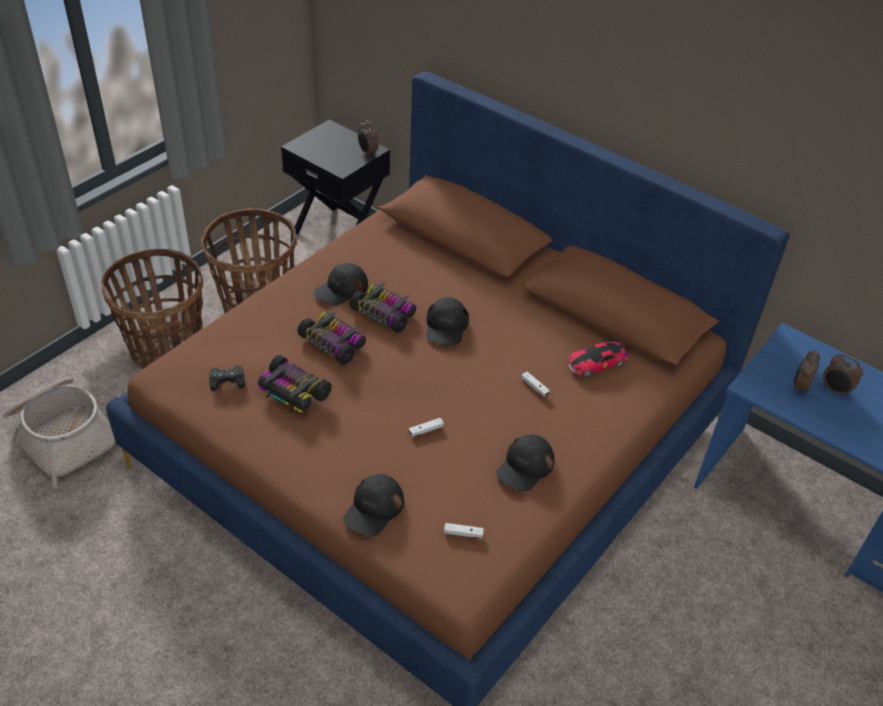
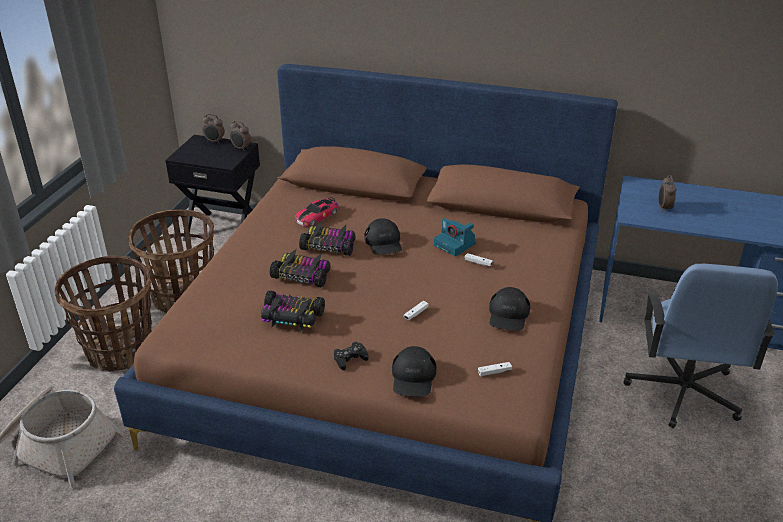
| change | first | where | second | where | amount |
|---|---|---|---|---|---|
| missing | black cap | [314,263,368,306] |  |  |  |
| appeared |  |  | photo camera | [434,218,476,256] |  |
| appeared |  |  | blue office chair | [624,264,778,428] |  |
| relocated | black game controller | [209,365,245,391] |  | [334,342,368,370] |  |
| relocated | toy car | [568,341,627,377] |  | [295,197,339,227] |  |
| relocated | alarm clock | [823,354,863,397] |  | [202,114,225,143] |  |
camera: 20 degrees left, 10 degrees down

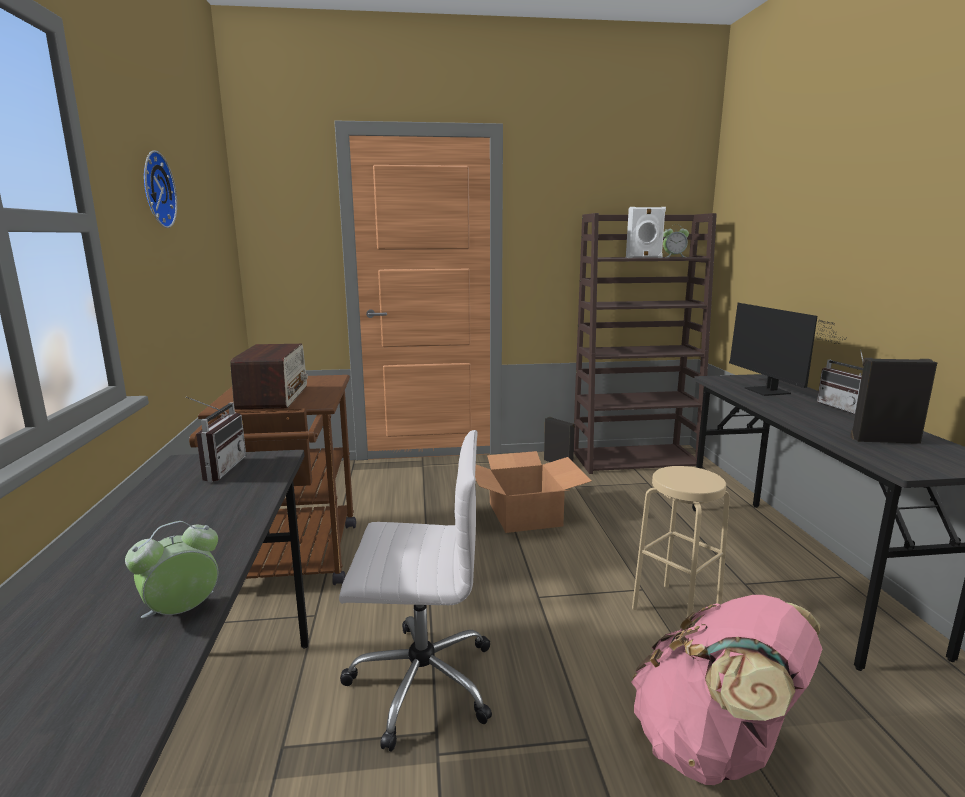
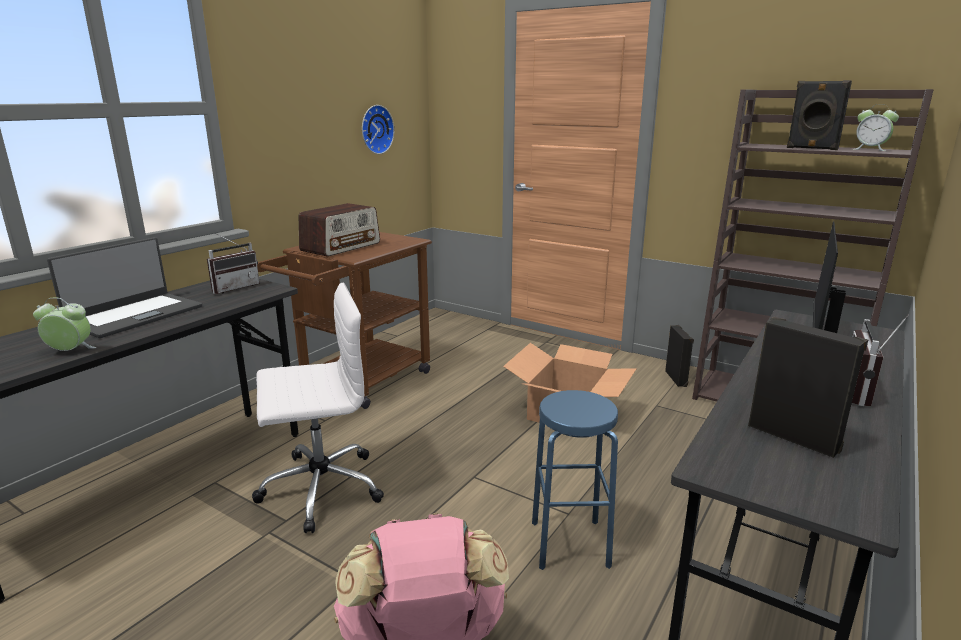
| change | first | where | second | where | amount |
|---|---|---|---|---|---|
| appeared |  |  | laptop | [47,237,202,338] |  |
| relocated | wall clock | [144,150,177,228] |  | [362,105,395,154] |  |
| colour | white speaker | [626,207,666,258] | black speaker | [787,80,852,150] |  |
| colour | beige stool | [632,466,730,628] | blue stool | [532,390,618,570] |  |
| spun | white office chair | [339,430,492,752] |  | [252,283,384,533] | 60 degrees counterclockwise |
camera: 40 degrees right, 5 degrees up

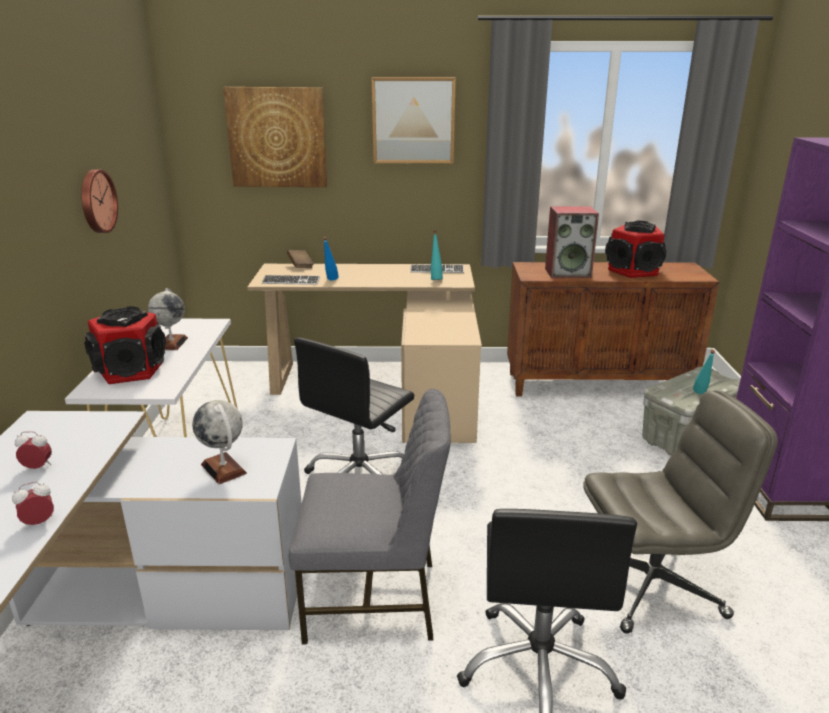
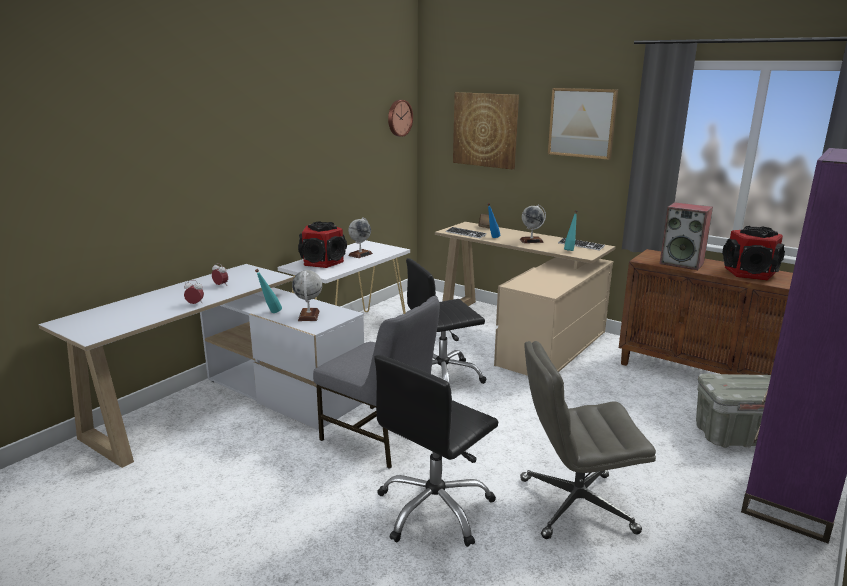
| change | first | where | second | where | amount |
|---|---|---|---|---|---|
| appeared |  |  | globe | [520,204,546,243] |  |
| relocated | wall clock | [81,169,118,233] |  | [388,100,413,137] |  |
| relocated | turquoise bottle | [693,350,715,394] |  | [255,269,282,313] |  |
| spun | grey office chair | [584,390,778,633] |  | [520,341,656,539] | 150 degrees clockwise |
camera: 35 degrees right, 5 degrees down

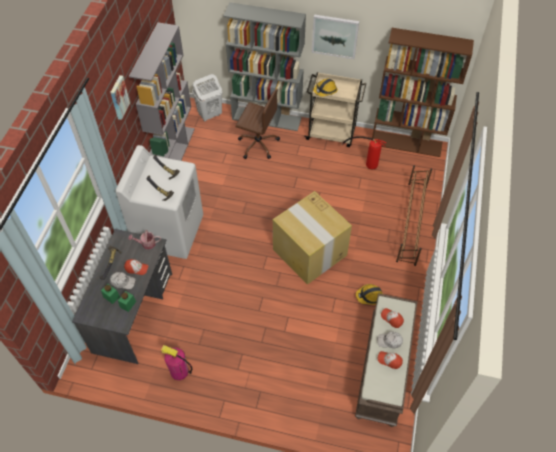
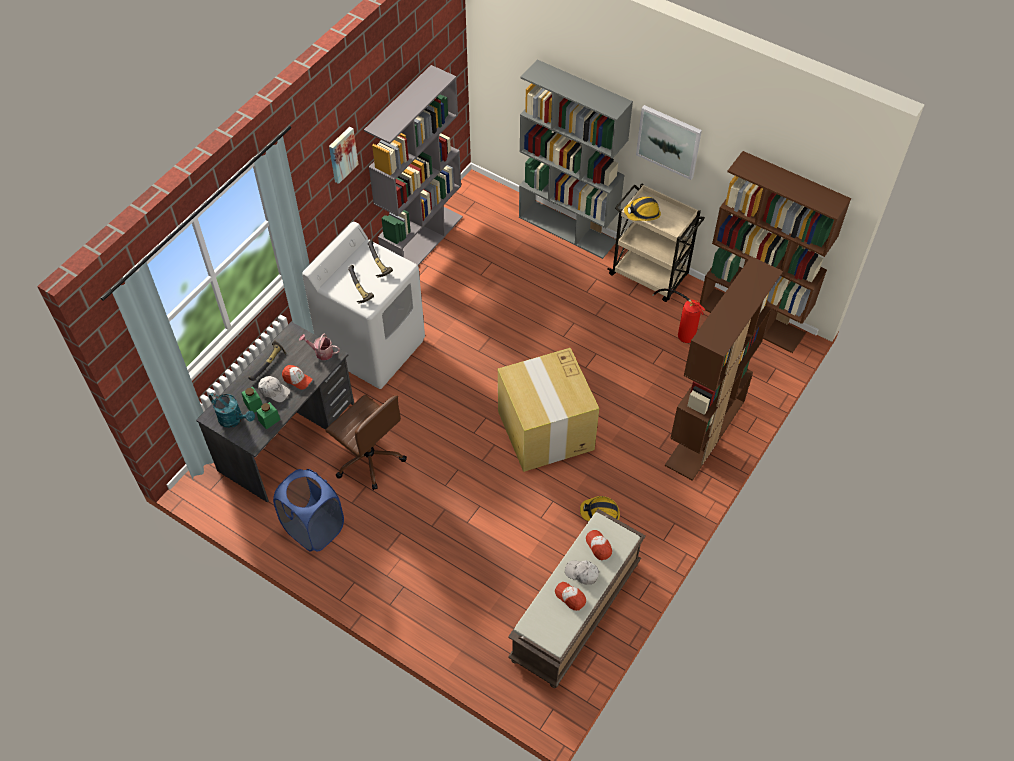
| change | first | where | second | where | amount |
|---|---|---|---|---|---|
| missing | white laundry basket | [192,74,222,122] |  |  |  |
| appeared |  |  | turquoise watering can | [209,393,255,428] |  |
| relocated | brown office chair | [236,89,280,159] |  | [326,394,407,490] |  |
| exchanged | fire extinguisher | [161,345,192,380] | blue laundry basket | [273,469,344,552] |  |
| exchanged | brown shoe rack | [396,166,432,266] | brown bookcase | [665,256,783,481] |  |
camera: 20 degrees right, 0 degrees up

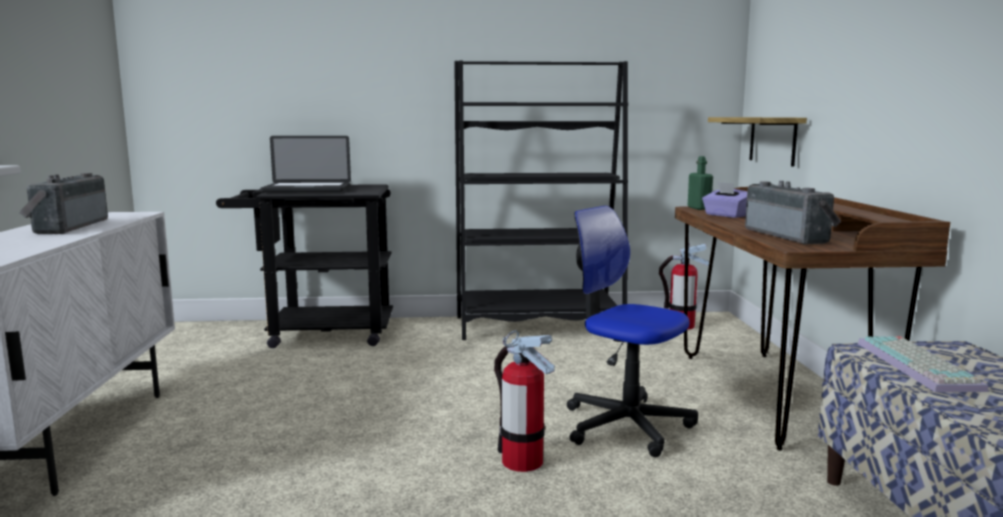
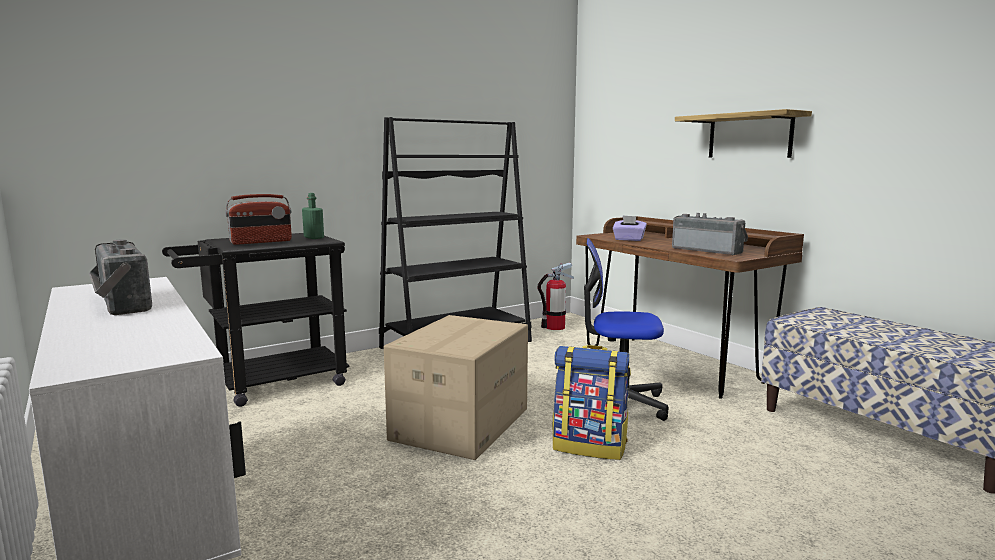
| change | first | where | second | where | amount |
|---|---|---|---|---|---|
| missing | keyboard | [858,336,989,392] |  |  |  |
| appeared |  |  | cardboard box | [384,315,528,460] |  |
| relocated | green bottle | [688,156,713,210] |  | [302,193,324,239] |  |
| relocated | shelf | [708,117,807,167] |  | [675,109,812,158] |  |
| exchanged | laptop | [261,136,351,192] | radio | [225,194,292,245] |  |
| exchanged | fire extinguisher | [494,330,555,472] | backpack | [553,345,631,460] |  |
camera: 30 degrees left, 0 degrees up

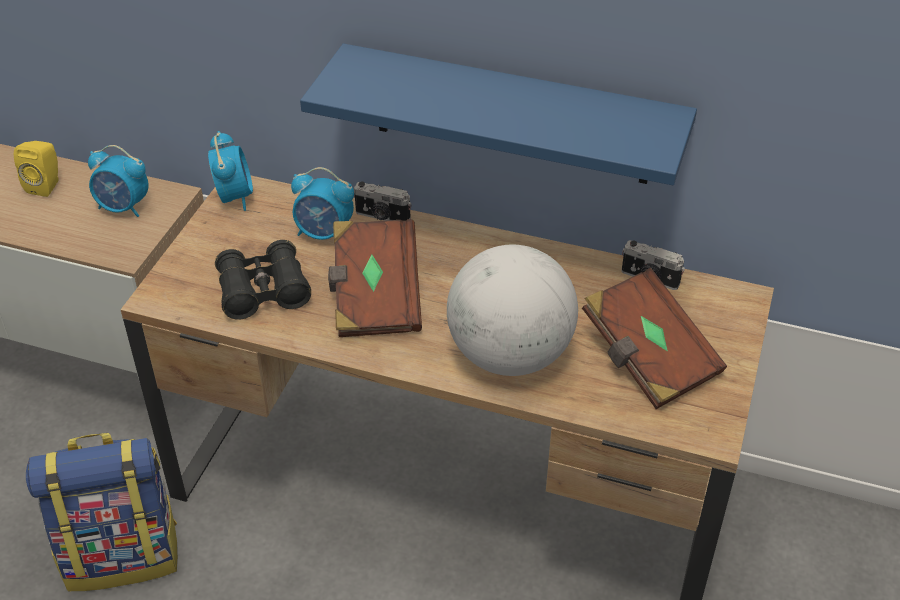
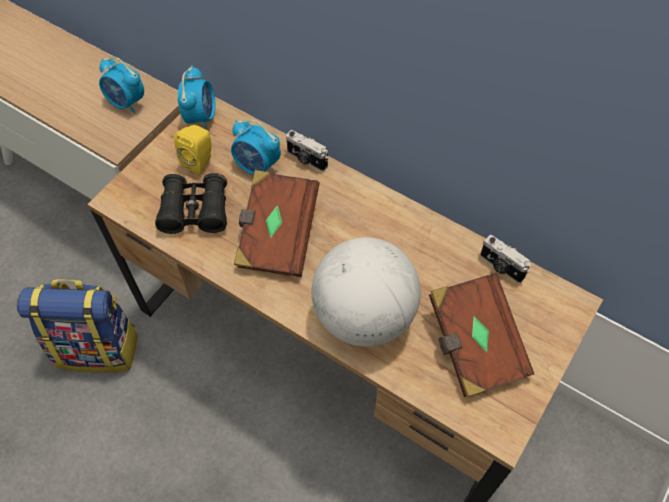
| change | first | where | second | where | amount |
|---|---|---|---|---|---|
| missing | blue shelf | [300,44,697,185] |  |  |  |
| relocated | yellow speaker | [14,141,59,197] |  | [174,125,211,174] |  |
camera: 15 degrees right, 15 degrees up

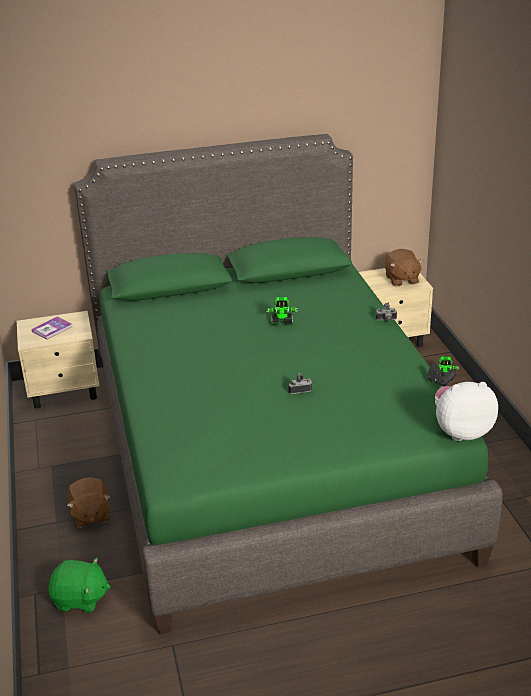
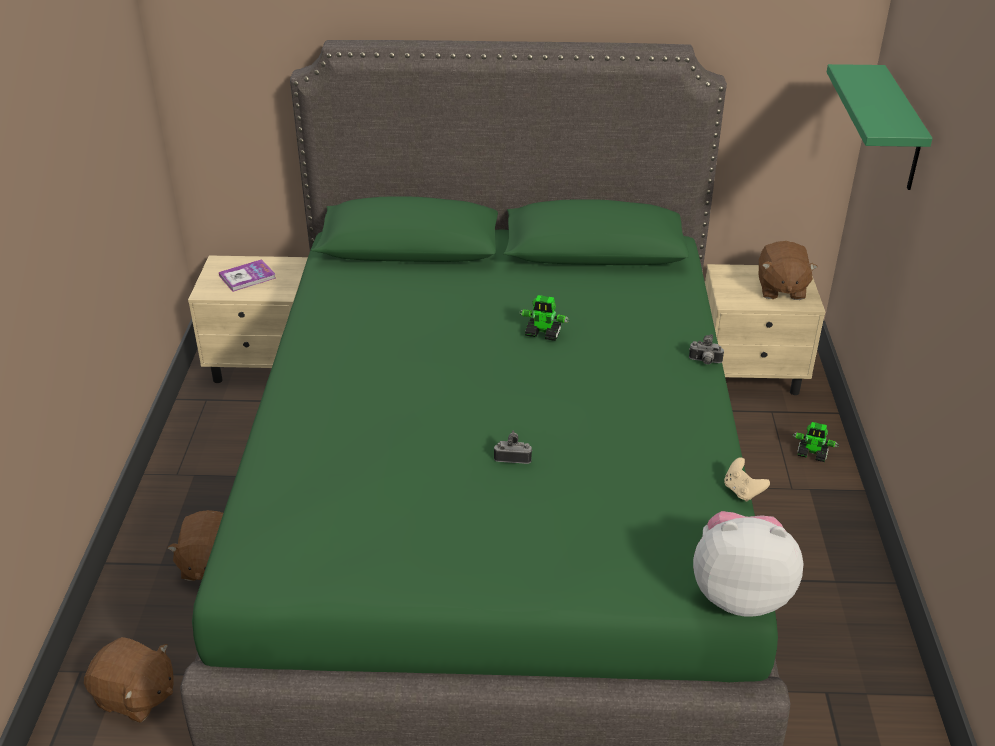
| change | first | where | second | where | amount |
|---|---|---|---|---|---|
| appeared |  |  | green shelf | [827,64,933,190] |  |
| colour | green plush toy | [48,558,110,612] | brown plush toy | [84,637,174,723] |  |
| colour | black game controller | [428,363,456,386] | beige game controller | [724,457,770,502] |  |
camera: 15 degrees right, 5 degrees up

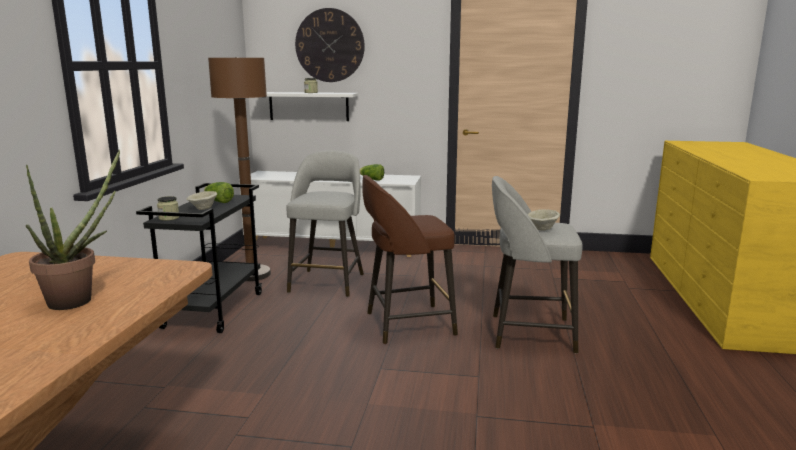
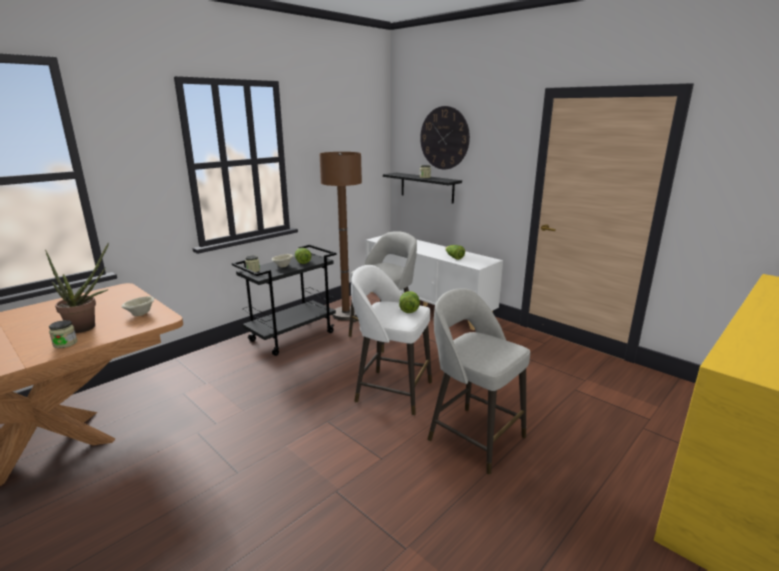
| change | first | where | second | where | amount |
|---|---|---|---|---|---|
| appeared |  |  | jar | [49,320,78,348] |  |
| appeared |  |  | lettuce | [399,291,420,313] |  |
| relocated | beige bowl | [527,209,560,231] |  | [122,296,154,316] |  |
| colour | white shelf | [266,92,359,121] | black shelf | [383,172,462,204] |  |
| colour | brown stool | [362,175,458,344] | white stool | [351,265,432,415] |  |
camera: 35 degrees right, 5 degrees up

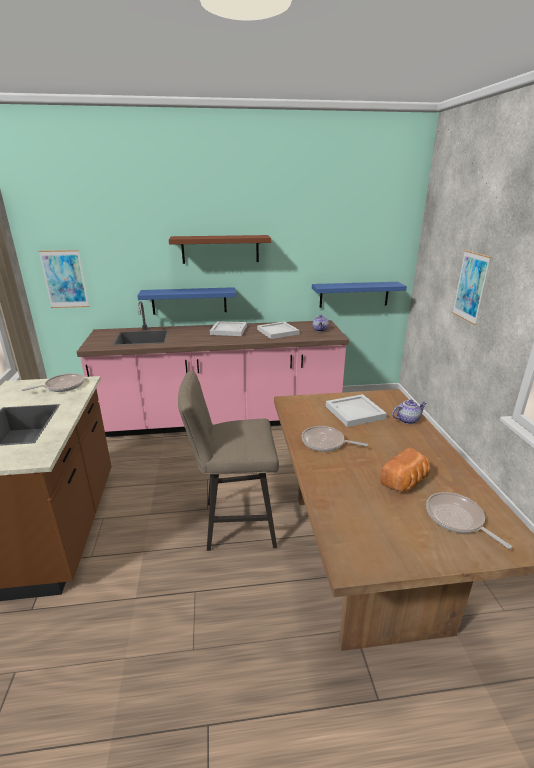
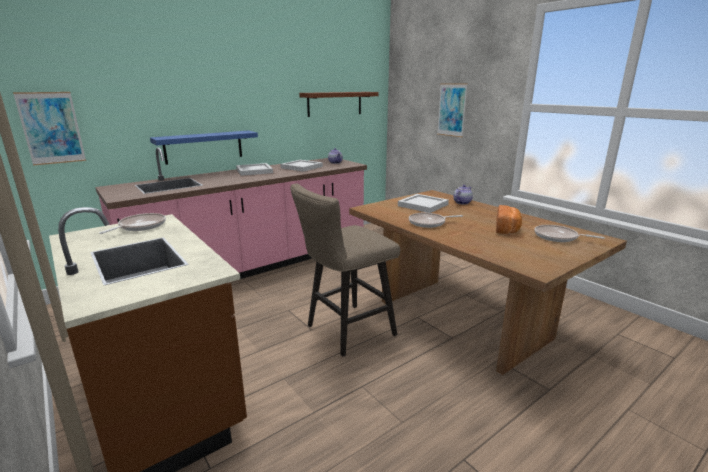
| change | first | where | second | where | amount |
|---|---|---|---|---|---|
| missing | blue shelf | [312,282,407,308] |  |  |  |
| relocated | brown shelf | [169,235,271,264] |  | [299,92,379,117] |  |
camera: 30 degrees left, 5 degrees down

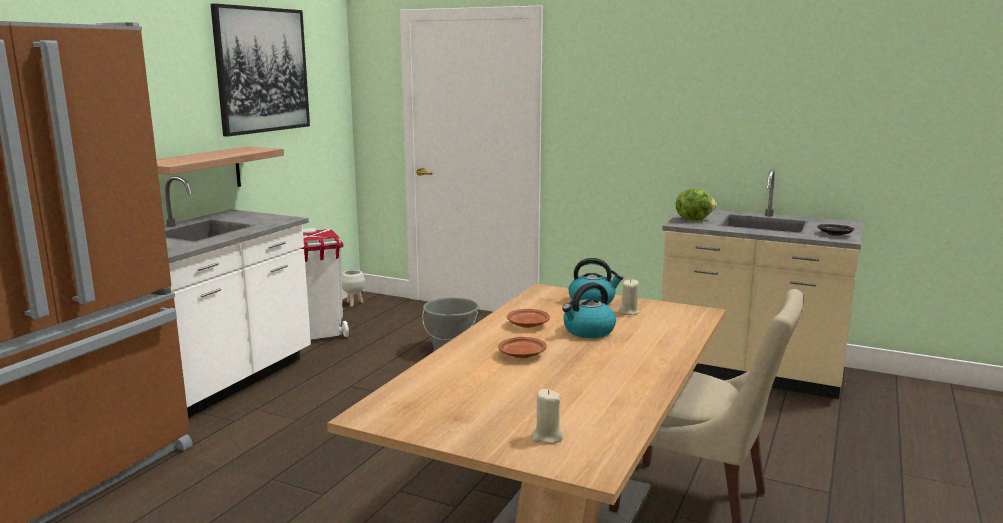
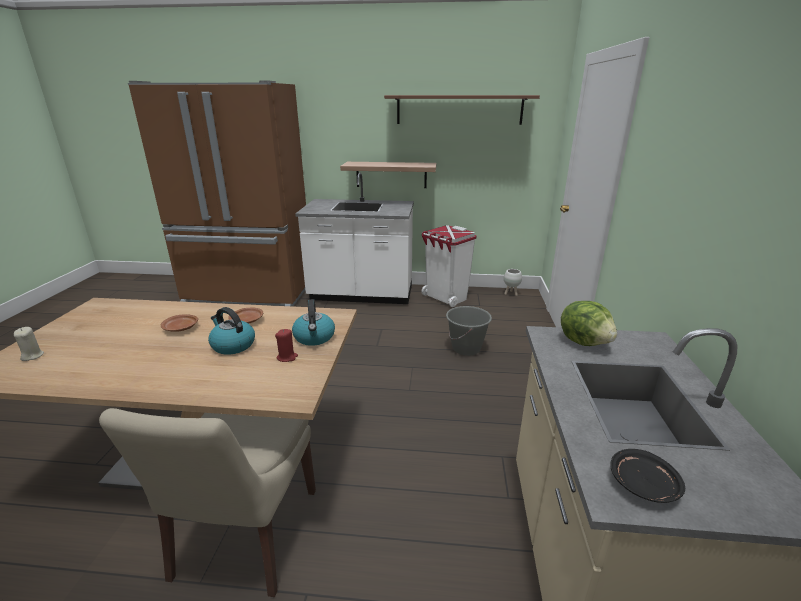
| change | first | where | second | where | amount |
|---|---|---|---|---|---|
| exchanged | picture | [211,4,310,137] | brown shelf | [384,95,540,125] |  |
| colour | beige candle | [619,279,639,315] | red candle | [275,329,298,362] |  |
camera: 70 degrees right, 10 degrees up

